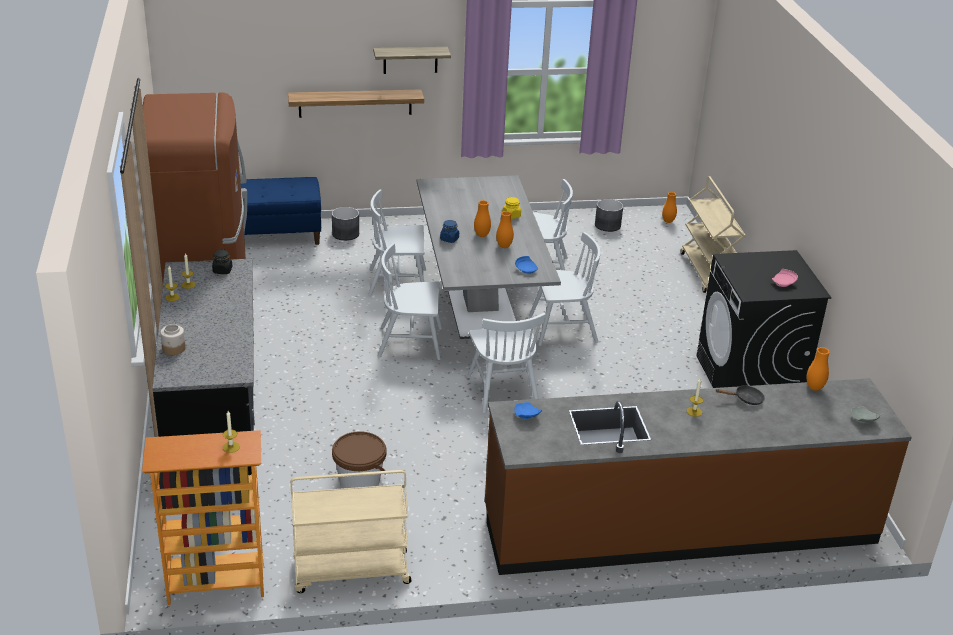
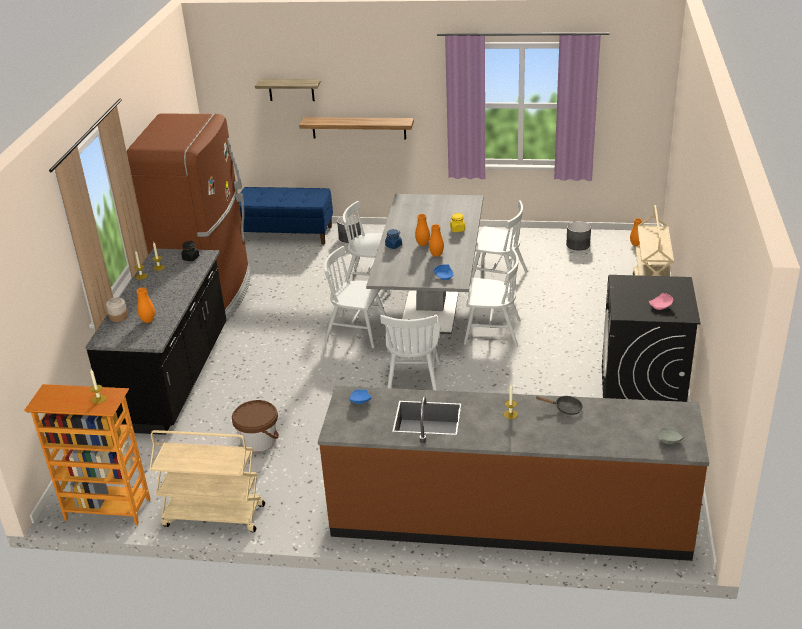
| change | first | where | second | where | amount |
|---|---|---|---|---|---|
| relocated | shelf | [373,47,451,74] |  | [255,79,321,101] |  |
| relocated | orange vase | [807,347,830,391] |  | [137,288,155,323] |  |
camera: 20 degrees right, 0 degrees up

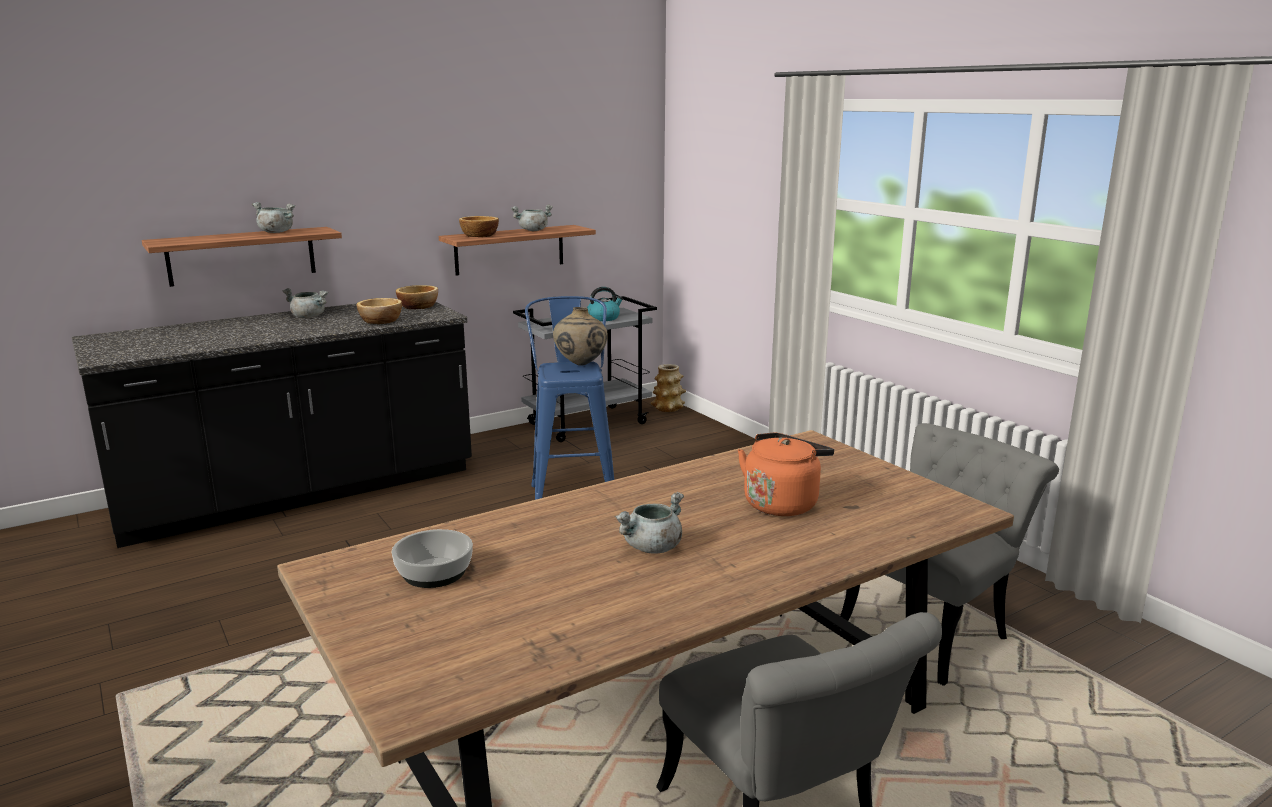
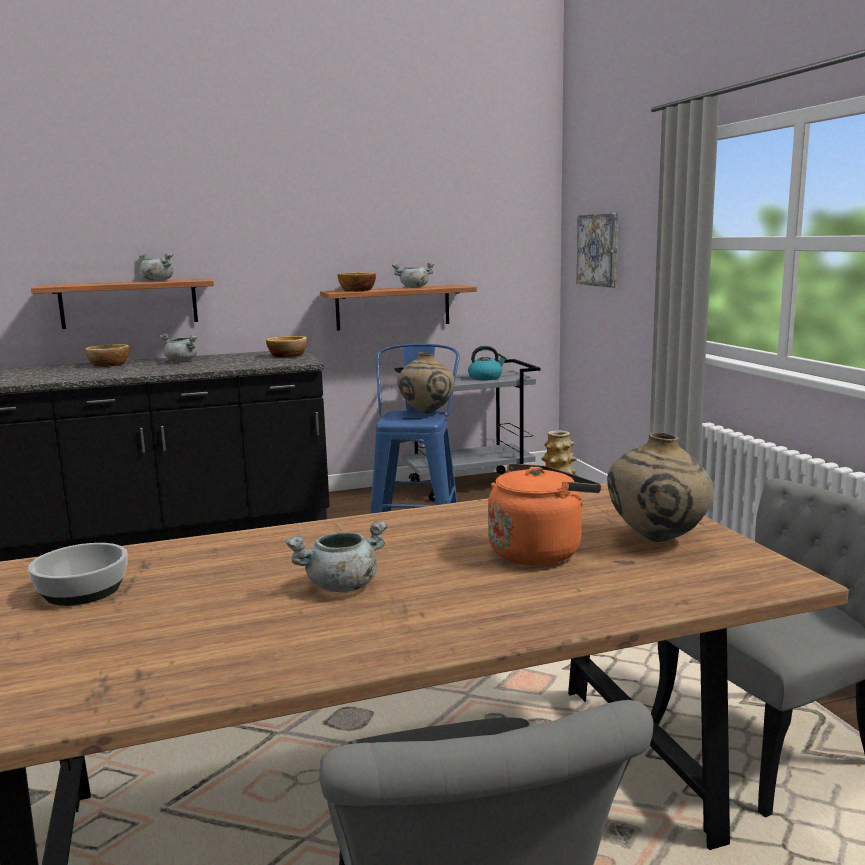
| change | first | where | second | where | amount |
|---|---|---|---|---|---|
| appeared |  |  | picture | [577,213,618,288] |  |
| appeared |  |  | beige vase | [607,432,714,542] |  |
| relocated | bowl | [357,298,402,324] |  | [85,344,130,367] |  |
camera: 15 degrees right, 5 degrees down

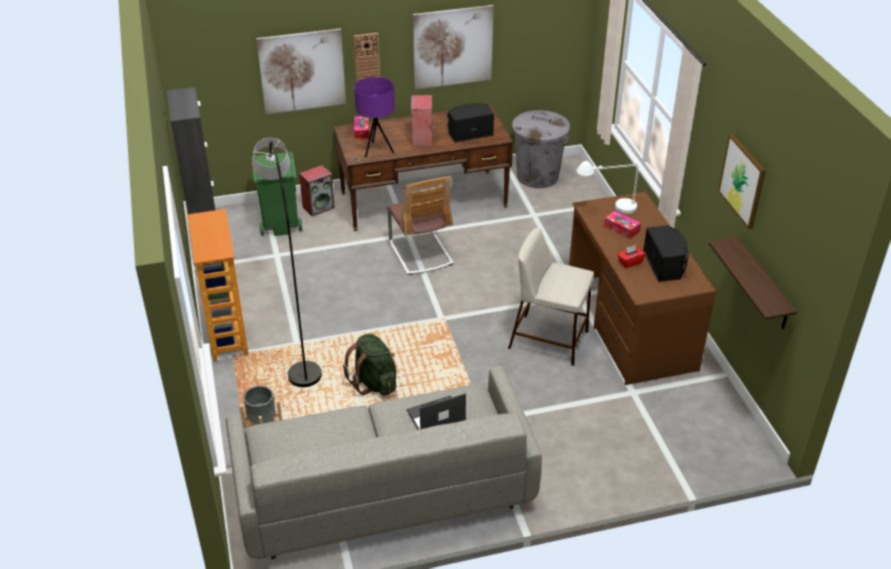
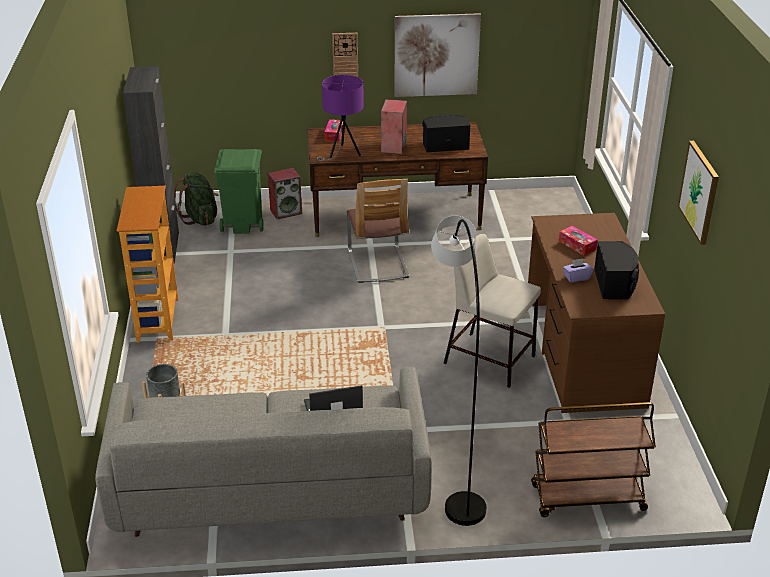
| change | first | where | second | where | amount |
|---|---|---|---|---|---|
| missing | picture | [256,28,346,114] |  |  |  |
| missing | grey trash can | [512,110,570,188] |  |  |  |
| missing | white table lamp | [576,161,639,214] |  |  |  |
| missing | shelf | [709,237,797,329] |  |  |  |
| appeared |  |  | brown cart | [531,402,656,517] |  |
| relocated | grey floor lamp | [252,138,322,387] |  | [431,216,487,526] |  |
| relocated | green backpack | [343,334,396,396] |  | [174,173,219,226] |  |
| colour | red tissue box | [618,245,646,268] | purple tissue box | [563,259,594,282] |  |
camera: 10 degrees right, 5 degrees down

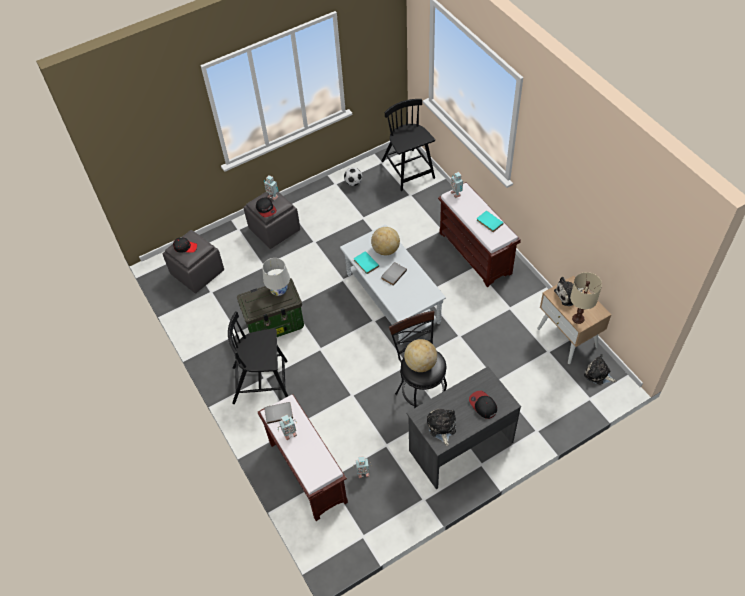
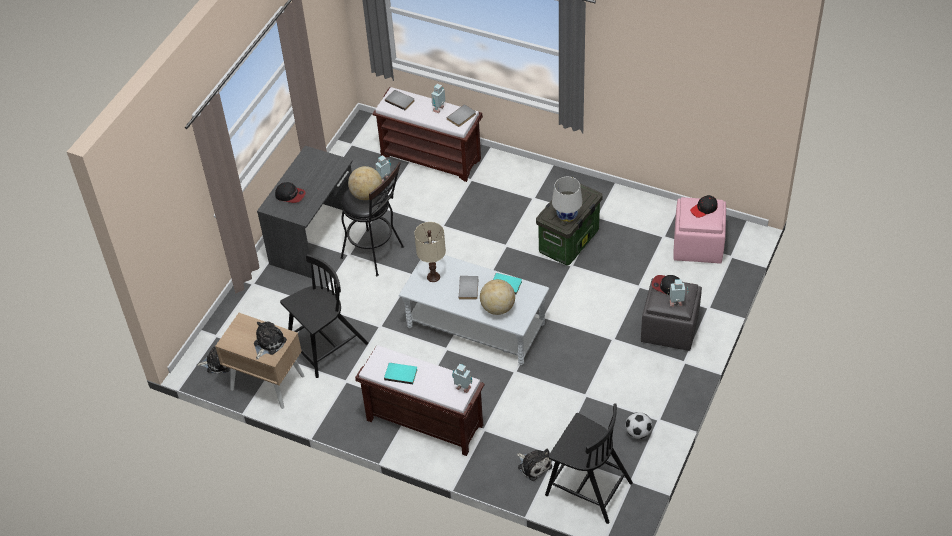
| change | first | where | second | where | amount |
|---|---|---|---|---|---|
| appeared |  |  | grey book | [385,90,415,111] |  |
| relocated | black chair | [228,311,288,404] |  | [280,254,368,378] |  |
| relocated | plush toy | [427,409,456,446] |  | [517,449,552,481] |  |
| relocated | beige table lamp | [570,272,602,324] |  | [414,222,446,282] |  |
| colour | grey ottoman | [163,230,224,293] | pink ottoman | [673,197,726,264] |  |
camera: 145 degrees right, 5 degrees down

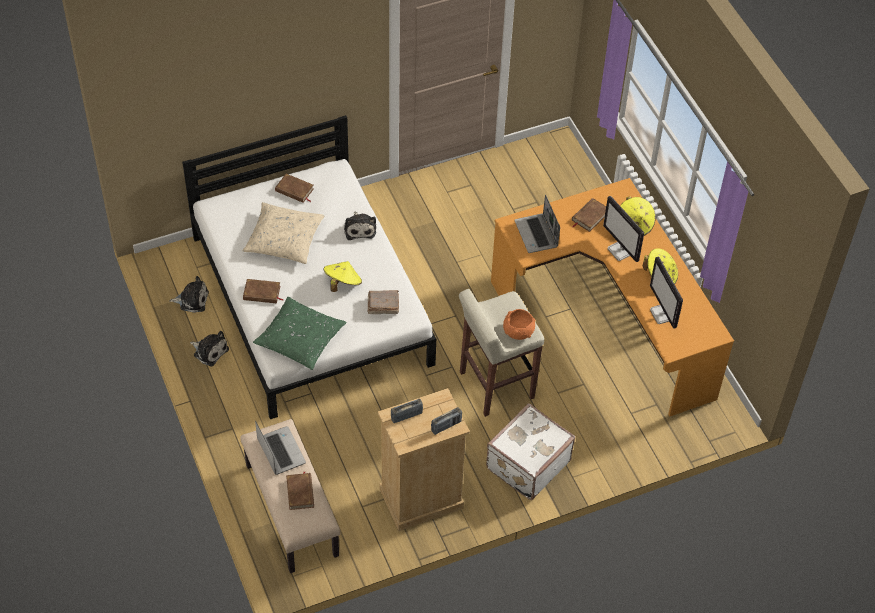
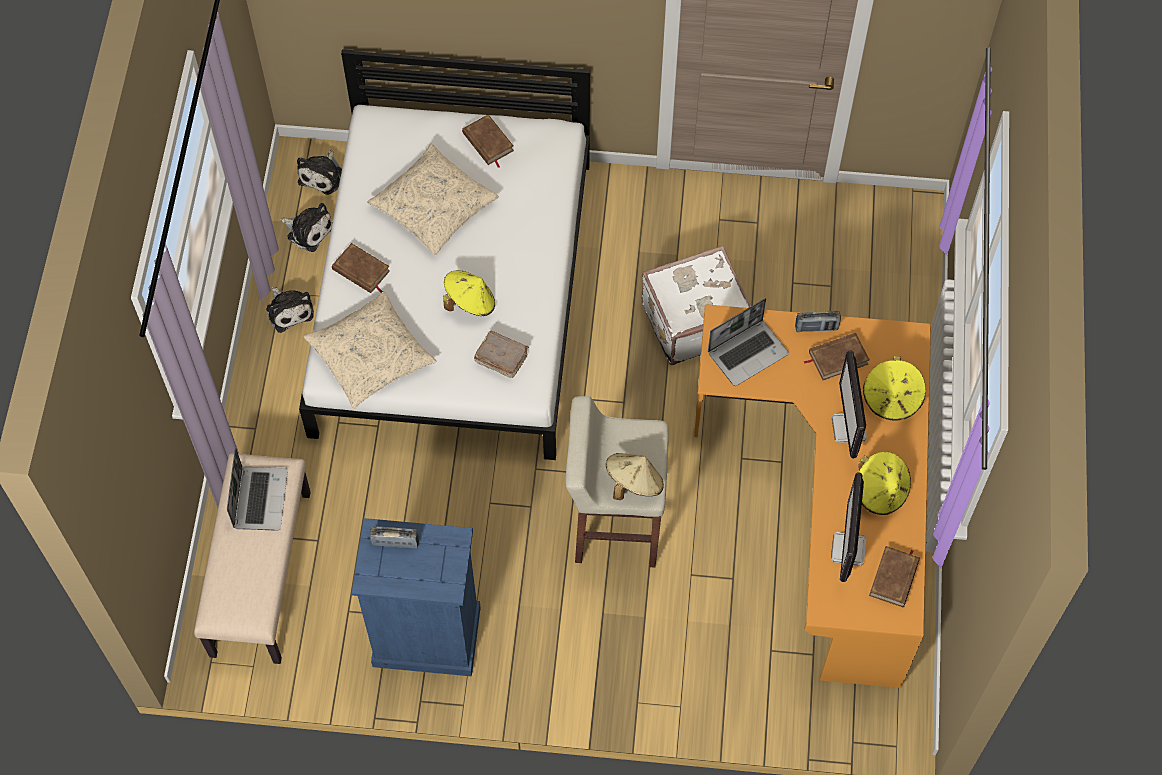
| change | first | where | second | where | amount |
|---|---|---|---|---|---|
| relocated | brown book | [286,472,314,510] |  | [869,546,920,607] |  |
| relocated | plush toy | [344,211,376,240] |  | [297,150,342,195] |  |
| relocated | radio | [431,407,462,435] |  | [795,311,841,332] |  |
| relocated | white suitcase | [486,403,576,500] |  | [641,246,751,365] |  |
| exchanged | orange bowl | [503,309,535,340] | beige hat | [606,453,664,500] |  |
| colour | green pillow | [253,297,347,370] | beige pillow | [303,292,436,409] |  |
| colour | beige dresser | [378,388,470,531] | blue dresser | [352,518,481,676] |  |
| spun | laptop | [515,194,560,253] |  | [708,298,789,386] | 135 degrees counterclockwise |
camera: 30 degrees right, 10 degrees up

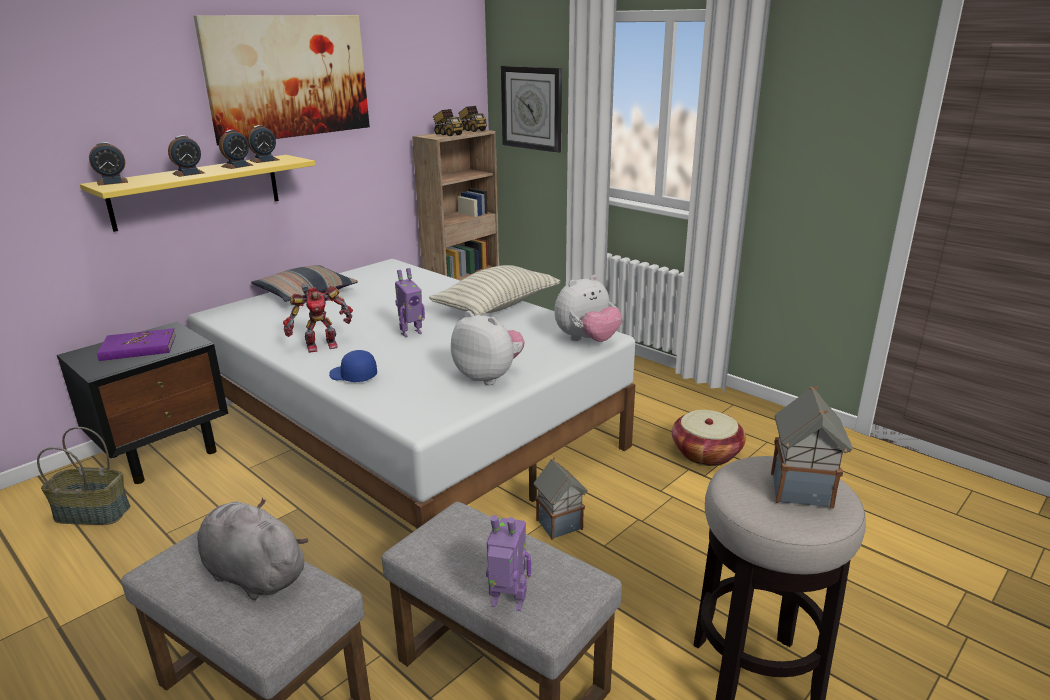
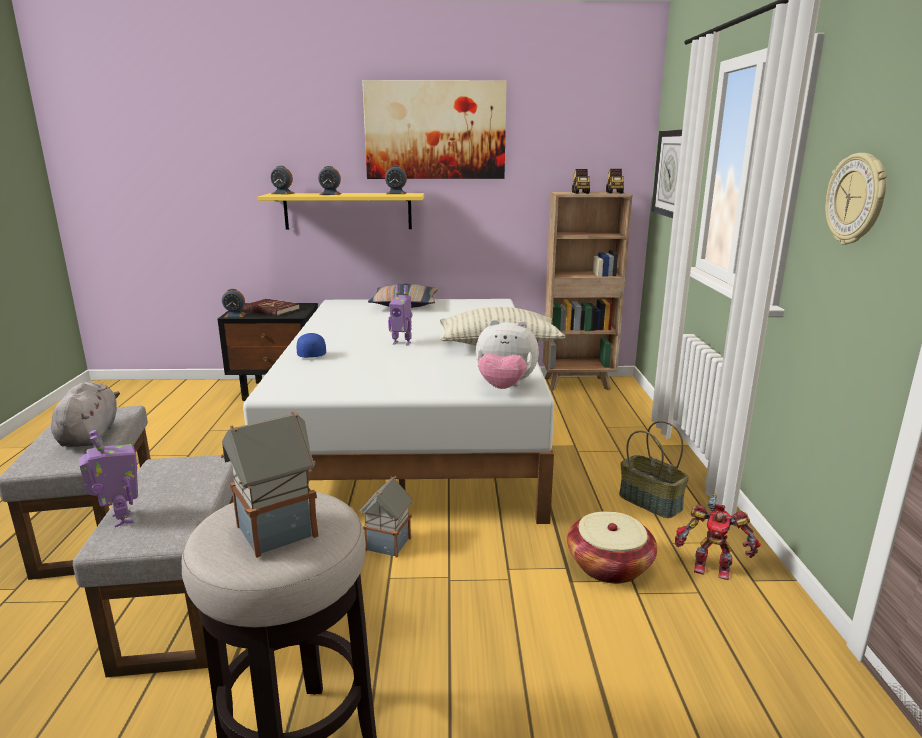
| change | first | where | second | where | amount |
|---|---|---|---|---|---|
| missing | plush toy | [451,311,524,385] |  |  |  |
| appeared |  |  | wall clock | [825,153,887,245] |  |
| relocated | basket | [37,427,130,525] |  | [619,421,689,518] |  |
| relocated | alarm clock | [219,130,253,169] |  | [222,289,246,318] |  |
| relocated | toy robot | [283,283,353,353] |  | [675,493,761,580] |  |
| colour | purple book | [97,328,176,361] | red book | [243,299,300,316] |  |
camera: 45 degrees right, 5 degrees down

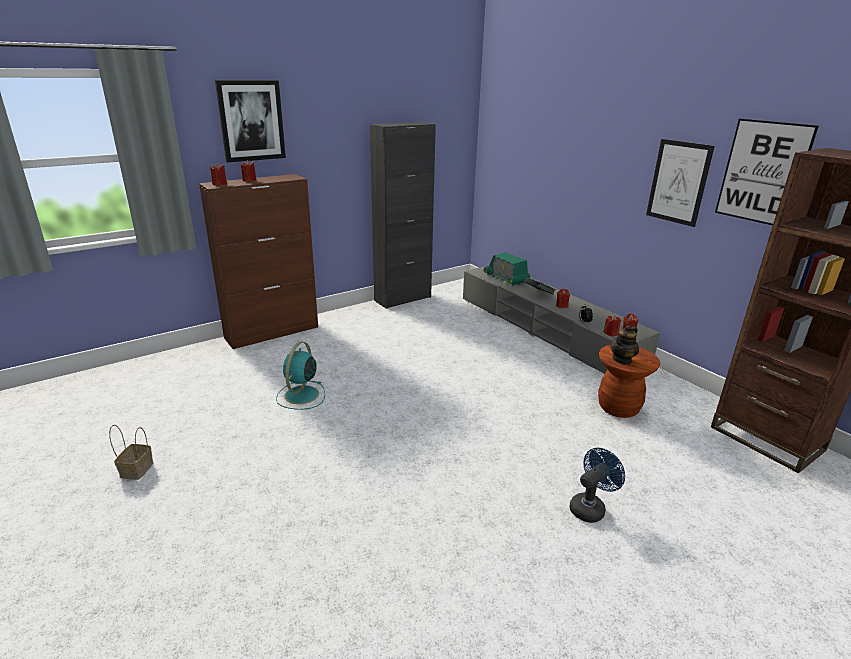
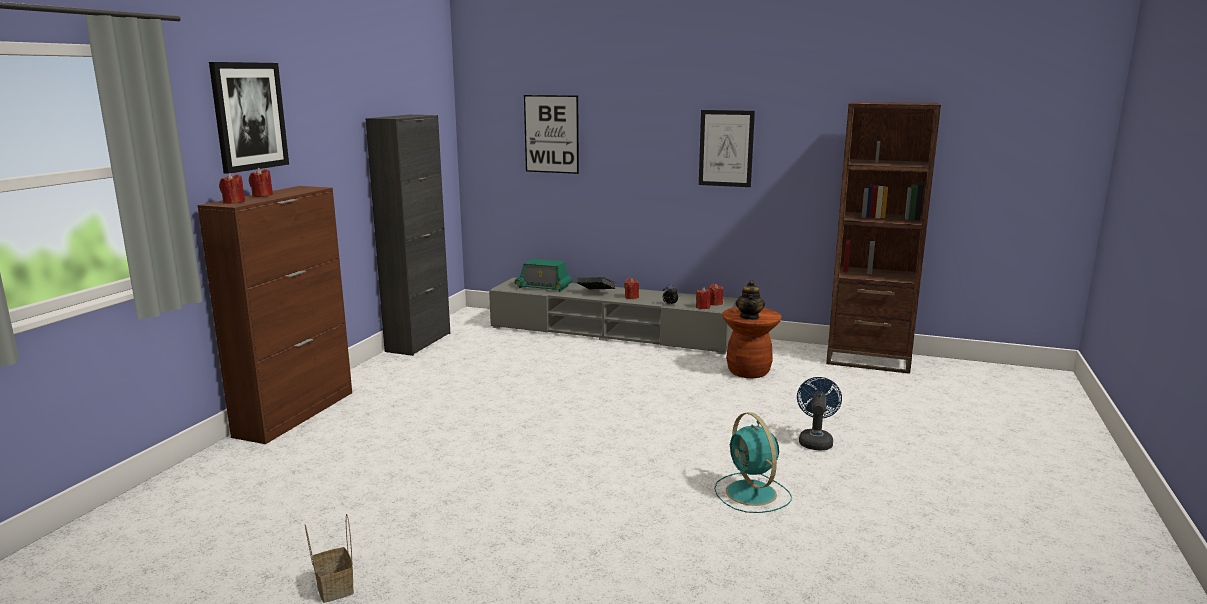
| change | first | where | second | where | amount |
|---|---|---|---|---|---|
| relocated | turquoise fan | [276,342,325,410] |  | [714,412,792,513] |  |
| relocated | picture | [715,119,819,225] |  | [524,95,579,174] |  |
camera: 35 degrees left, 10 degrees down

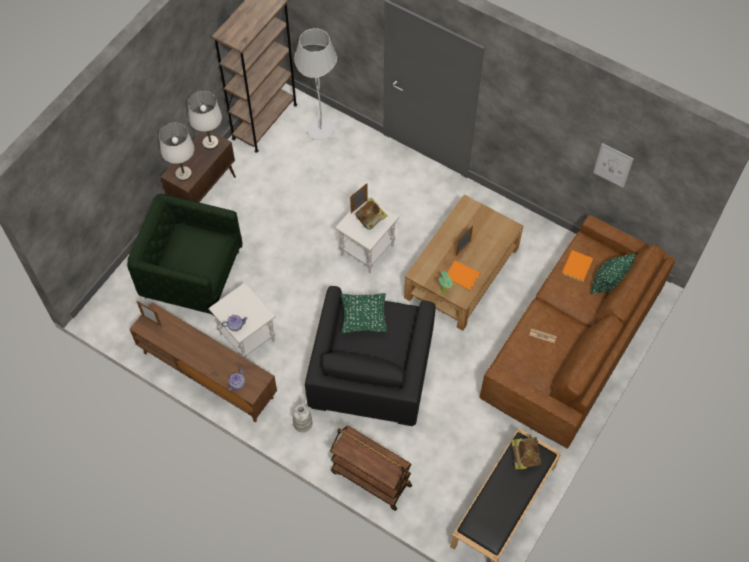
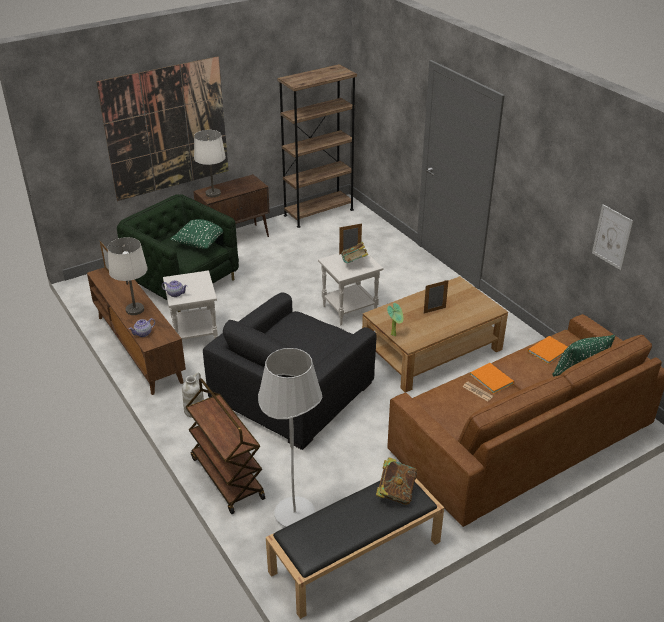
| change | first | where | second | where | amount |
|---|---|---|---|---|---|
| appeared |  |  | picture | [96,56,228,201] |  |
| relocated | white table lamp | [188,91,222,150] |  | [107,237,148,315] |  |
| relocated | white floor lamp | [294,28,337,140] |  | [258,348,323,527] |  |
| relocated | green pillow | [341,293,387,333] |  | [170,219,223,249] |  |
| relocated | orange book | [447,260,480,291] |  | [470,363,514,394] |  |
camera: 25 degrees right, 25 degrees down

